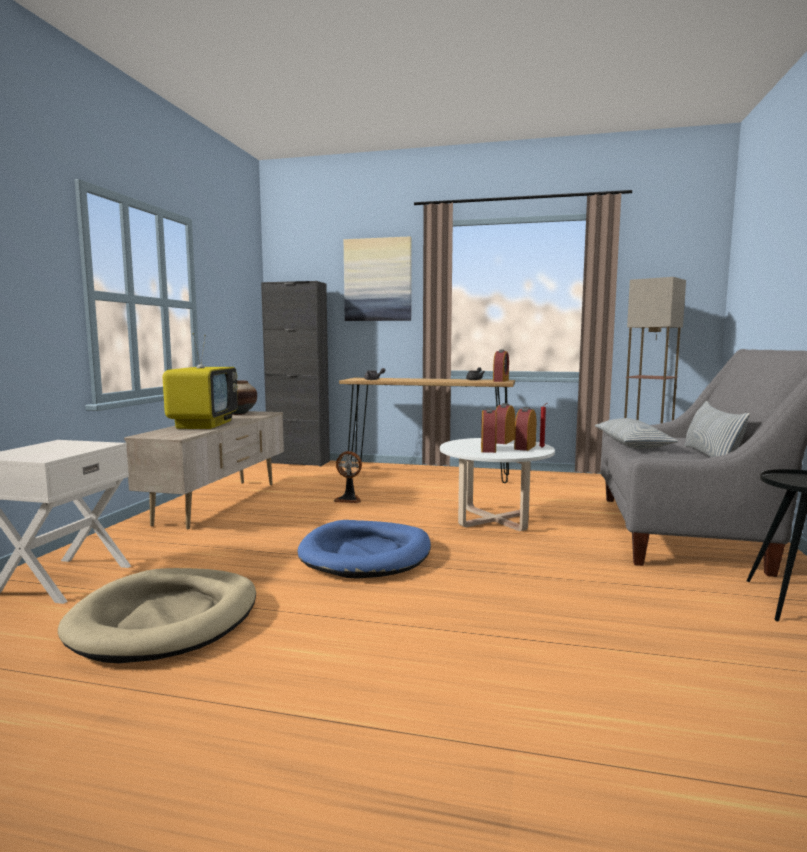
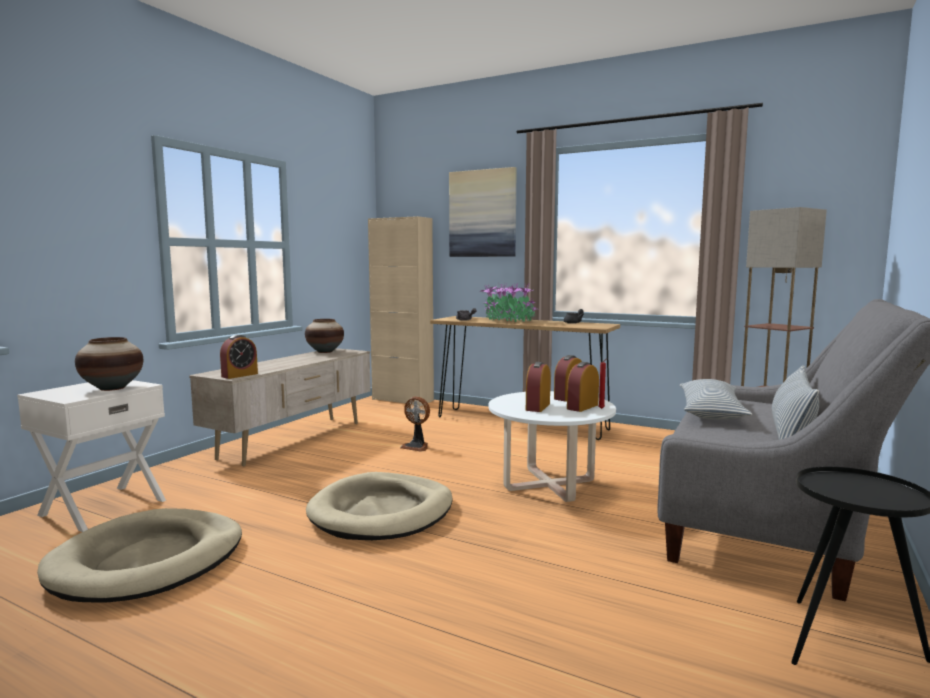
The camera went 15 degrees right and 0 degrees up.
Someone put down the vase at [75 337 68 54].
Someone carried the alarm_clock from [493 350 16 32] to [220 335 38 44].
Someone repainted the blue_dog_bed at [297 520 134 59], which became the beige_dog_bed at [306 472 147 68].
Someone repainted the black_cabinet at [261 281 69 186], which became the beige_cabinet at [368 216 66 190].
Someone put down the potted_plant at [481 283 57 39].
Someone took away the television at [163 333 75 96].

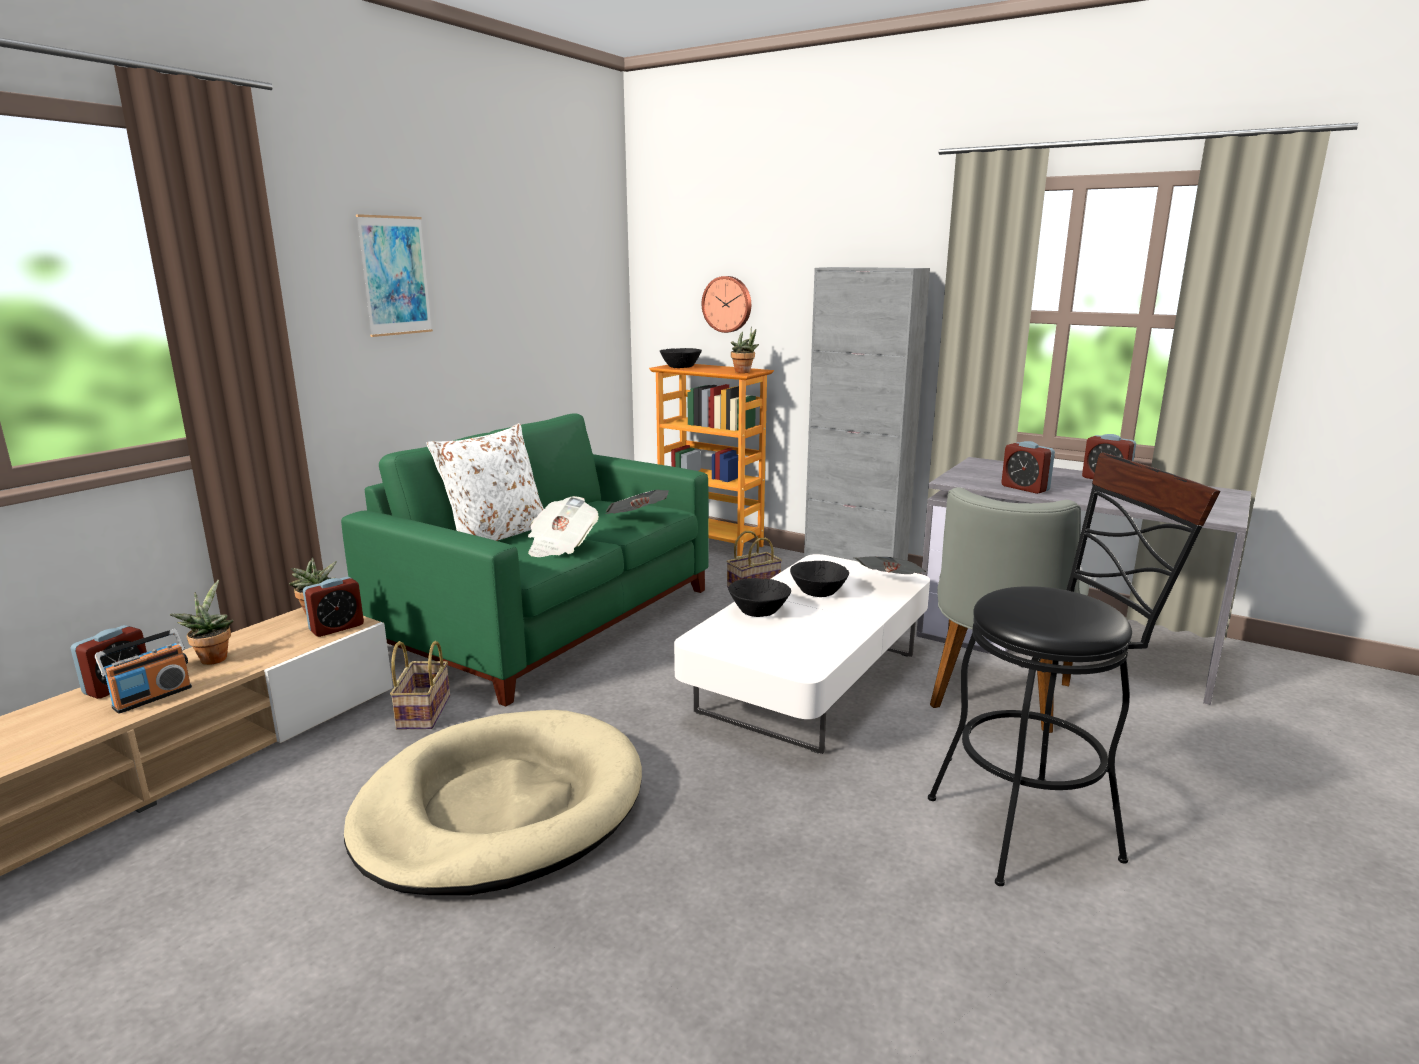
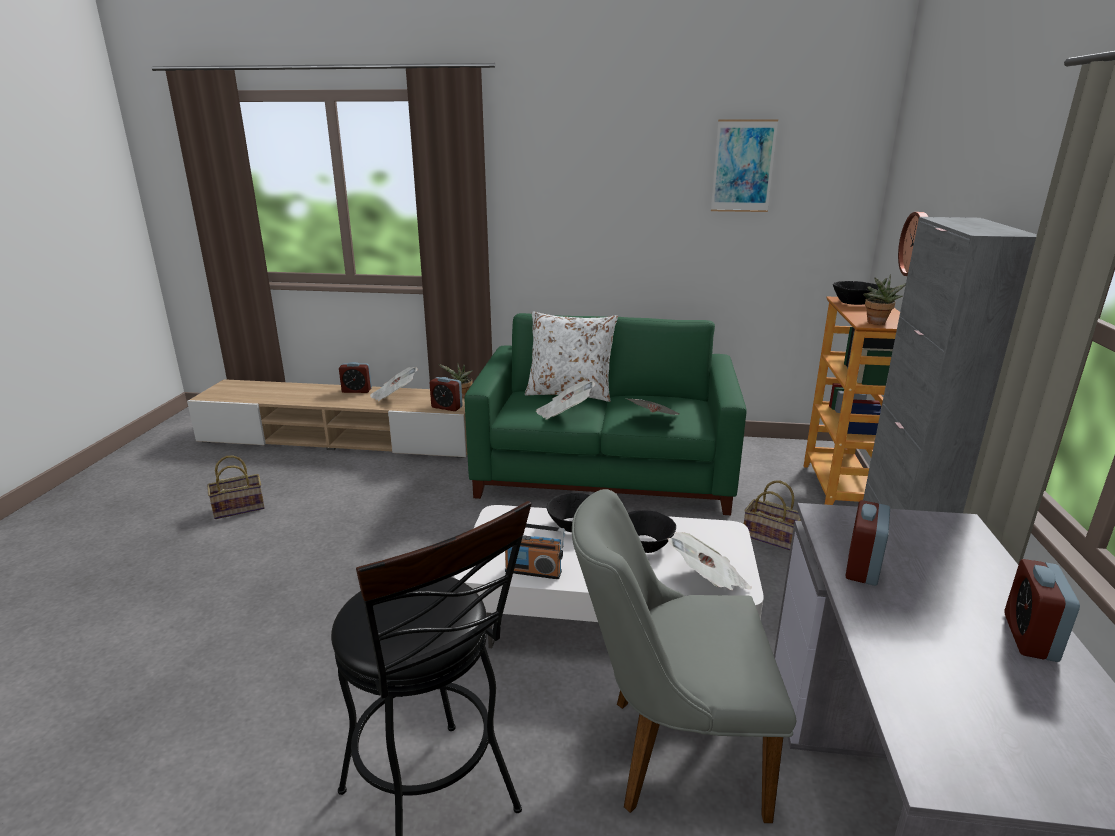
The camera went 65 degrees right and 5 degrees up.
Someone carried the basket from [390 641 60 89] to [207 455 58 64].
Someone swapped the potted_plant at [169 580 64 85] for the newspaper at [370 367 48 34].
Someone carried the radio from [95 629 97 85] to [505 524 60 55].
Someone carried the picture from [356 214 77 123] to [711 120 67 92].
Someone took away the beige_dog_bed at [344 710 298 185].

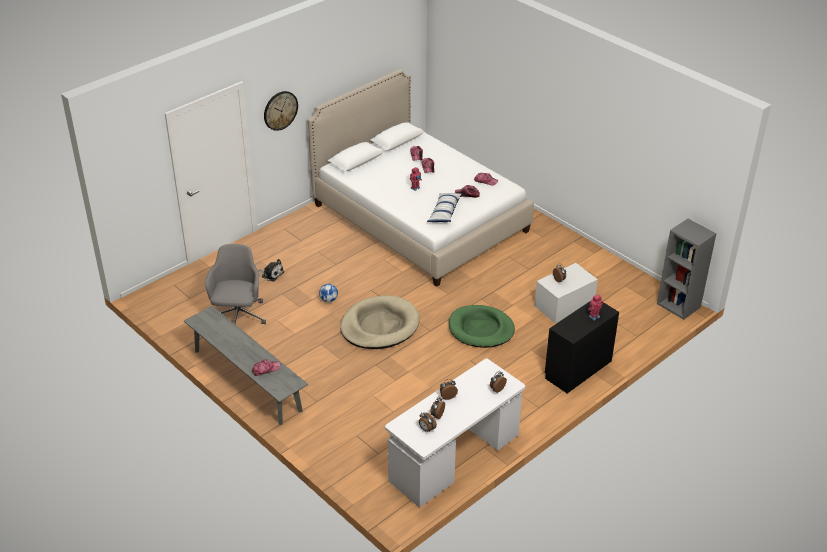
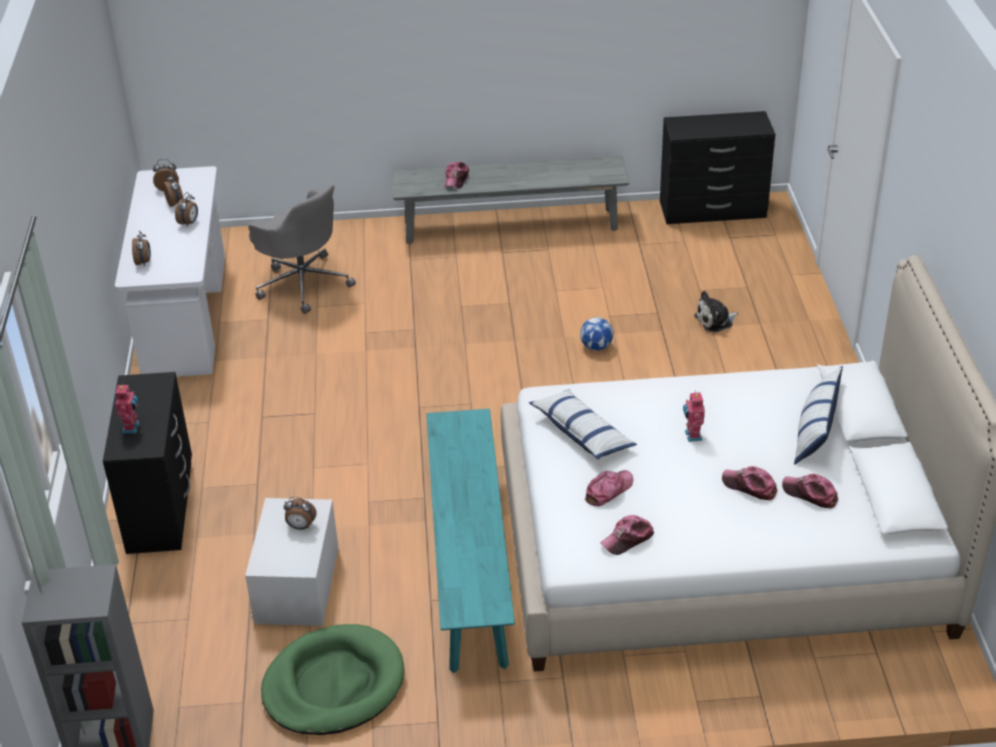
The camera went 130 degrees right and 0 degrees up.
Someone carried the grey_office_chair from [205 244 61 80] to [248 185 108 129].
Someone carried the green_dog_bed from [449 305 66 43] to [261 624 144 111].
Someone put down the turquoise_bench at [426 409 89 264].
Someone put down the black_dresser at [660 111 115 113].
Someone put down the pillow at [794 366 49 99].
Someone took away the wall_clock at [264 91 34 40].
Someone took away the beige_dog_bed at [340 295 80 54].

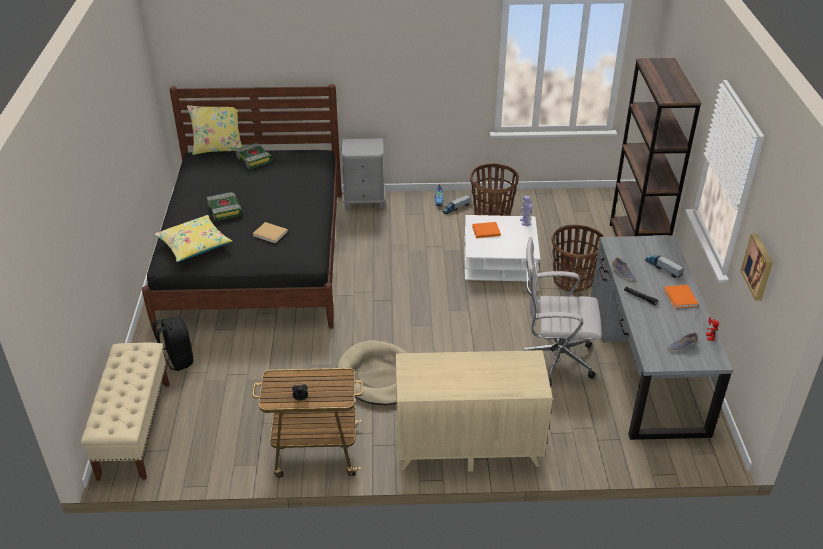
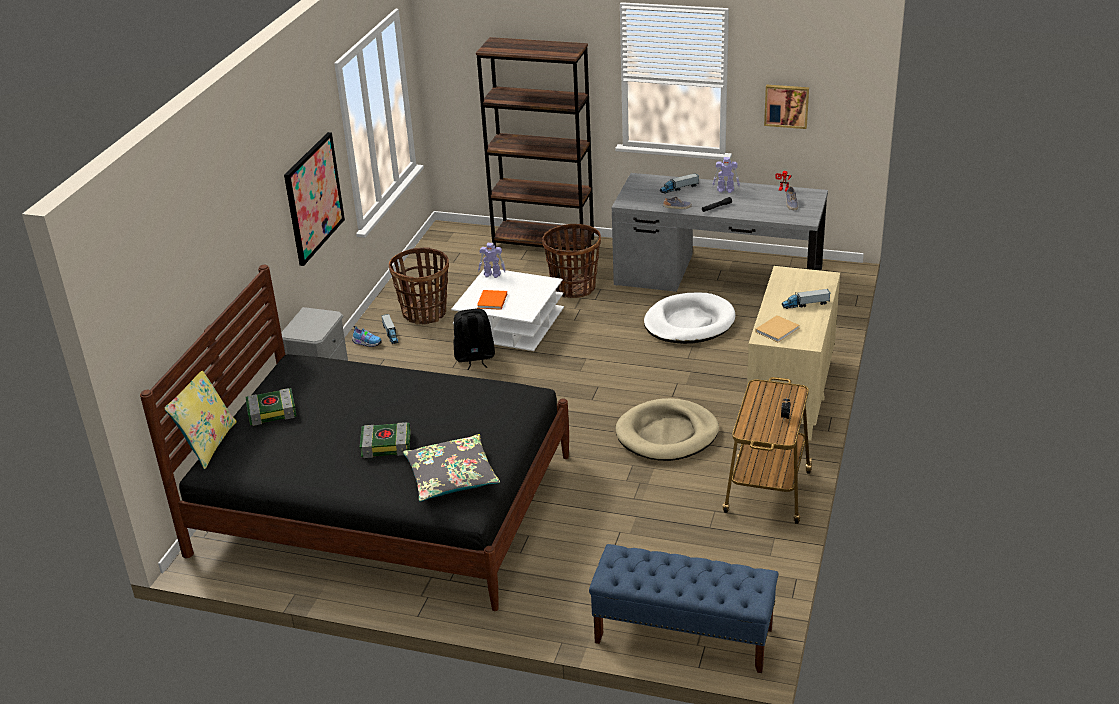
The camera went 70 degrees left and 5 degrees down.
Someone put up the picture at [284 132 61 134].
Someone repainted the yellow_pillow at [154 215 78 47], which became the grey_pillow at [403 434 97 68].
Someone carried the black_backpack from [153 317 40 54] to [454 308 41 62].
Someone repainted the beige_bench at [81 343 88 138], which became the blue_bench at [589 544 189 129].
Someone swapped the white_office_chair at [523 237 79 149] for the white_dog_bed at [644 293 92 51].
Someone swapped the orange_book at [664 285 34 23] for the toy_robot at [712 157 28 36].
Someone carried the beige_book from [253 222 35 21] to [755 315 45 27].
Someone put down the toy_truck at [782 289 48 20].

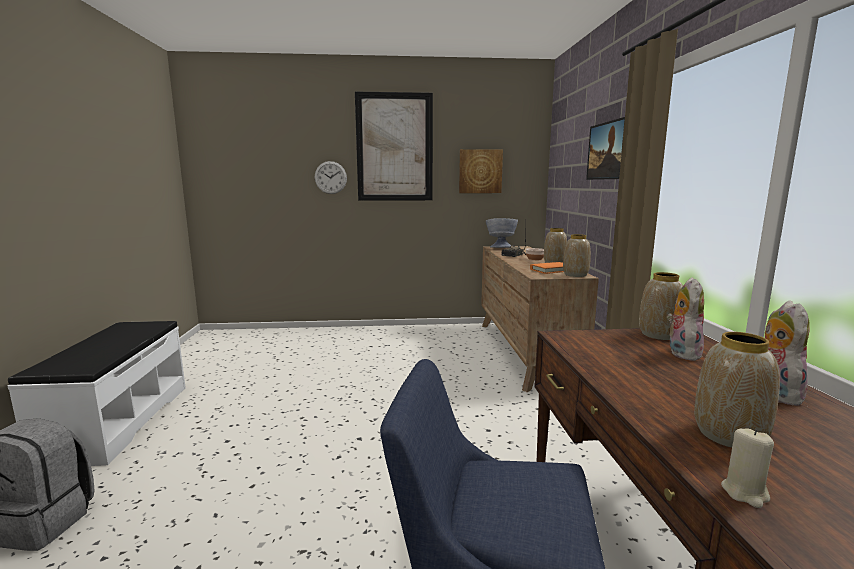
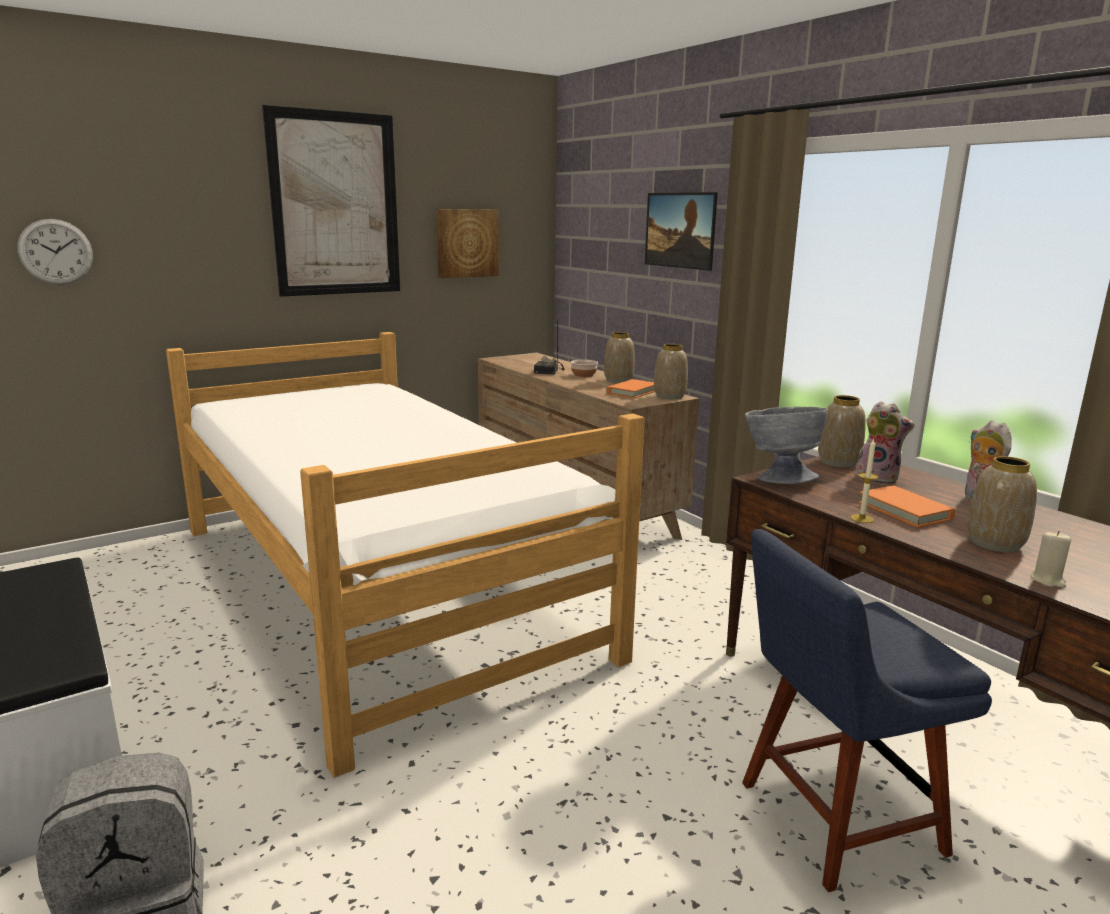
The camera went 30 degrees left and 5 degrees up.
Someone carried the wall_clock from [315 161 32 33] to [18 219 75 66].
Someone put down the bed at [166 332 479 446].
Someone carried the grey_bowl from [486 218 32 30] to [745 407 83 77].
Someone put down the candle at [850 439 29 84].
Someone rotated the plush_toy at [667 277 37 84] by 135 degrees clockwise.
Someone put down the orange_book at [858 486 97 42].

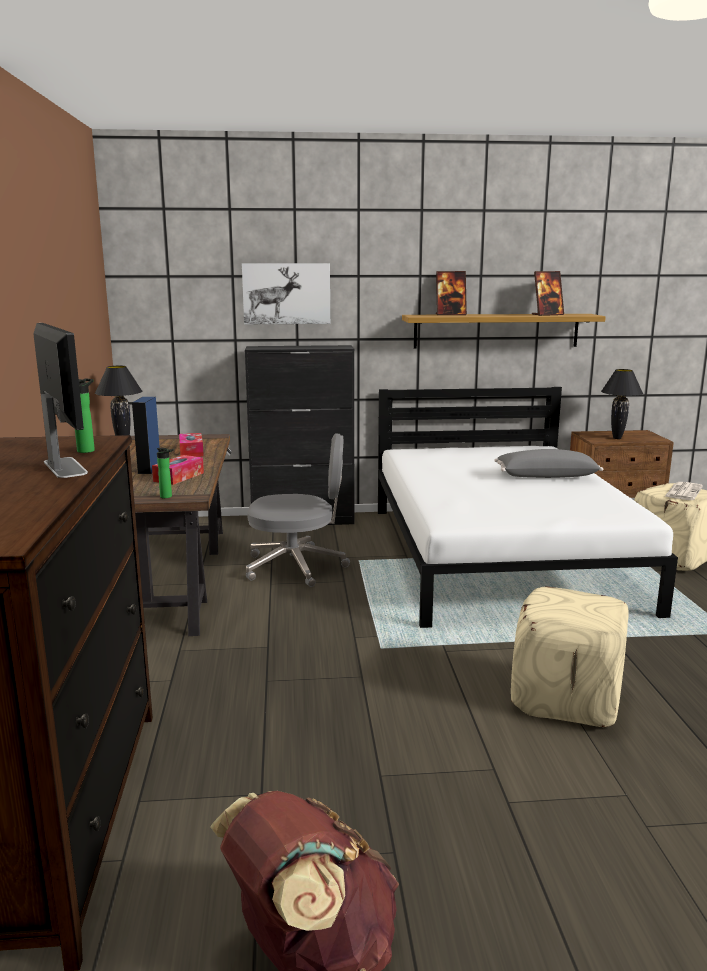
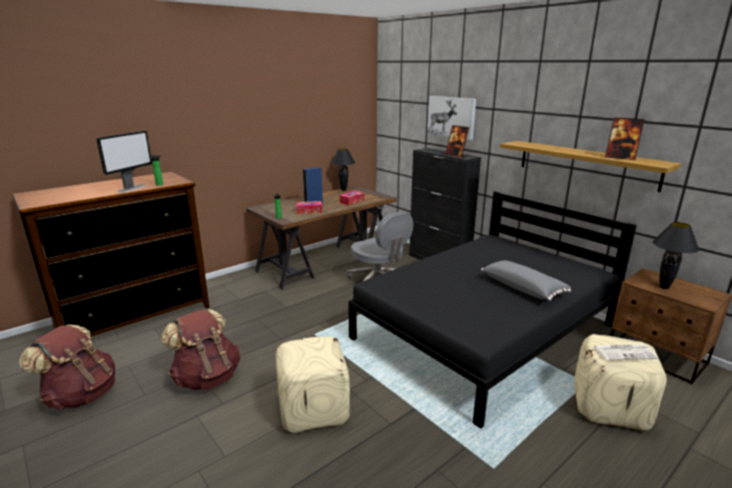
The camera went 55 degrees right and 5 degrees up.
Someone put down the brown_backpack at [161 309 79 81].
Someone repainted the white_bed at [378 387 300 241], which became the black_bed at [348 192 289 237].
Someone carried the picture_frame from [436 271 31 44] to [445 125 24 33].

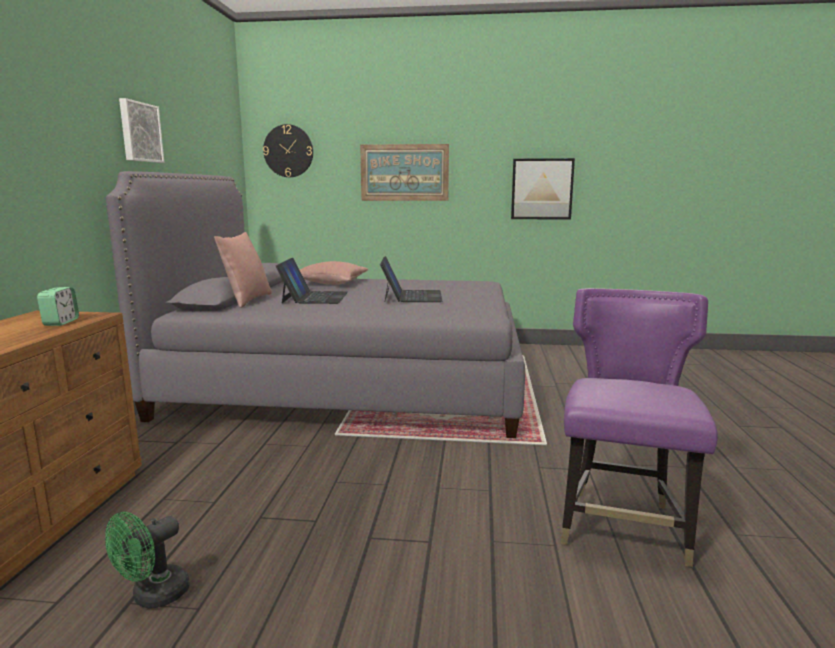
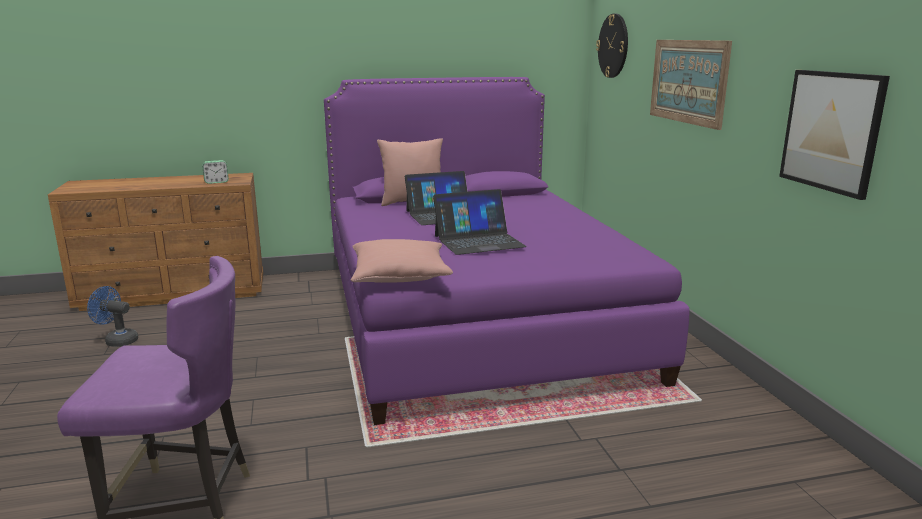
The camera went 70 degrees right and 5 degrees up.
Someone repainted the green_fan at [105 512 85 97], which became the blue_fan at [87 286 51 61].
Someone repainted the grey_bed at [106 171 419 267], which became the purple_bed at [324 77 365 348].
Someone carried the pink_pillow from [299 261 69 24] to [351 239 102 44].
Someone took away the picture at [119 98 45 65].

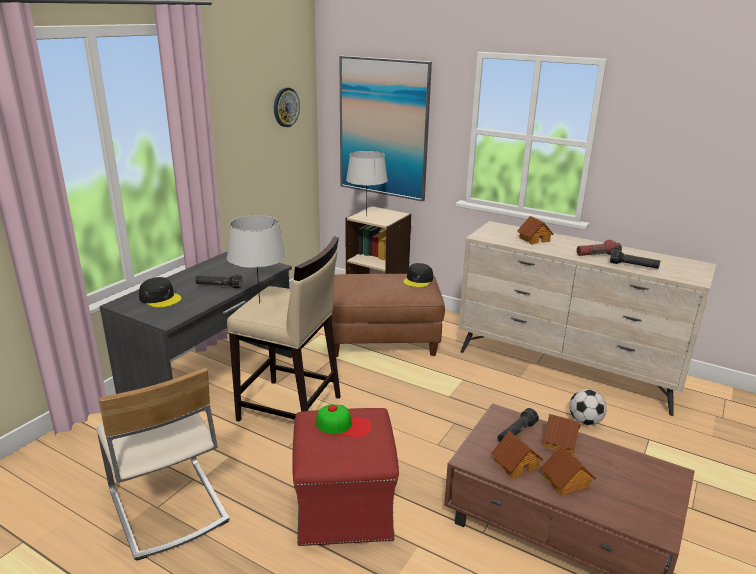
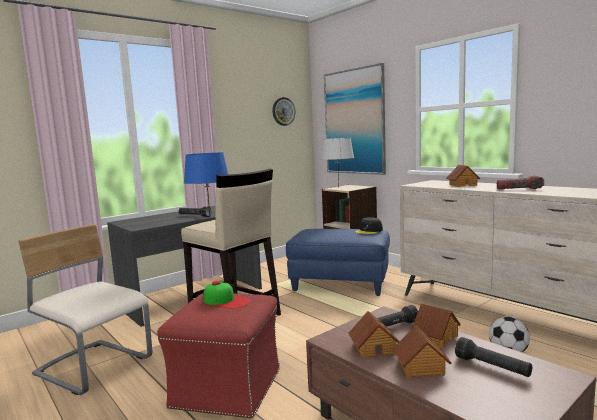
The camera went 20 degrees right and 15 degrees down.
Someone rotated the beige_chair at [96 368 134 193] by 135 degrees clockwise.
Someone repainted the grey_table_lamp at [227 215 59 89], which became the blue_table_lamp at [184 152 44 69].
Someone repainted the brown_ottoman at [331 274 114 83], which became the blue_ottoman at [286 229 104 67].
Someone carried the black_flashlight from [610 249 50 20] to [455 337 77 40].
Someone took away the black_cap at [139 277 42 31].

